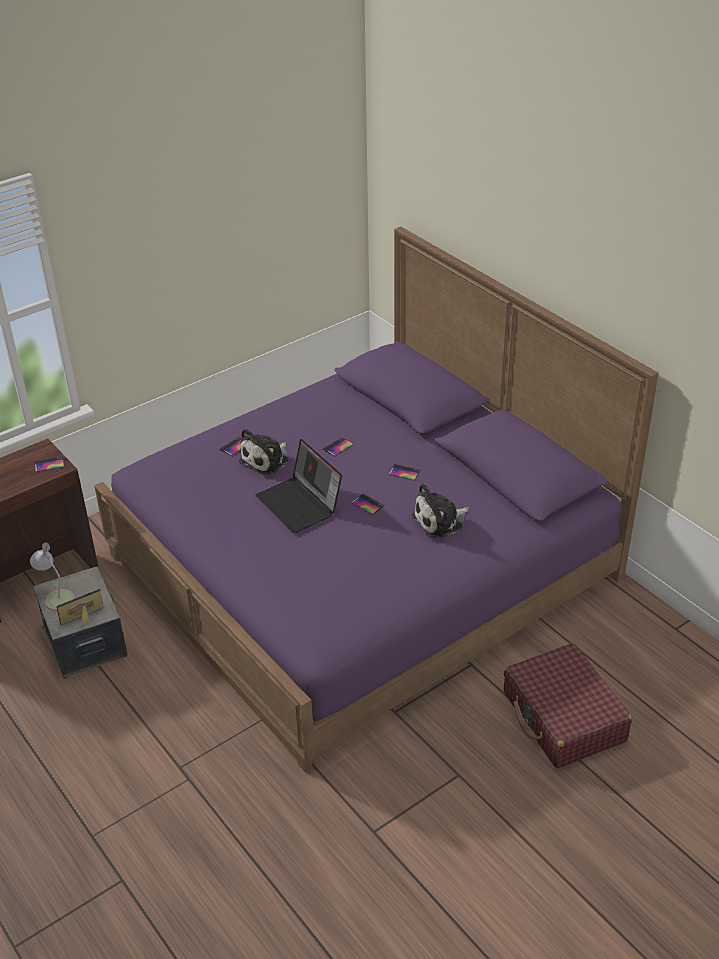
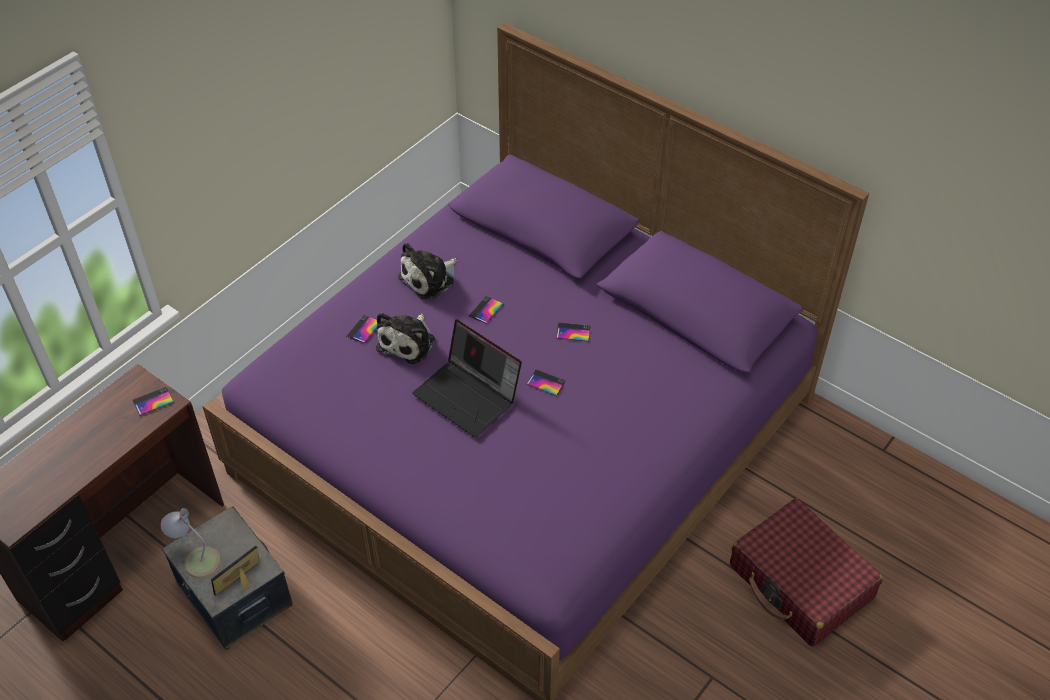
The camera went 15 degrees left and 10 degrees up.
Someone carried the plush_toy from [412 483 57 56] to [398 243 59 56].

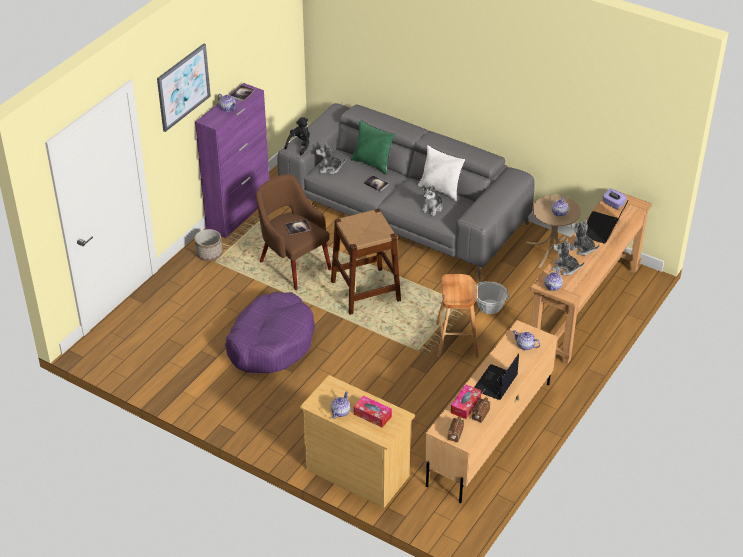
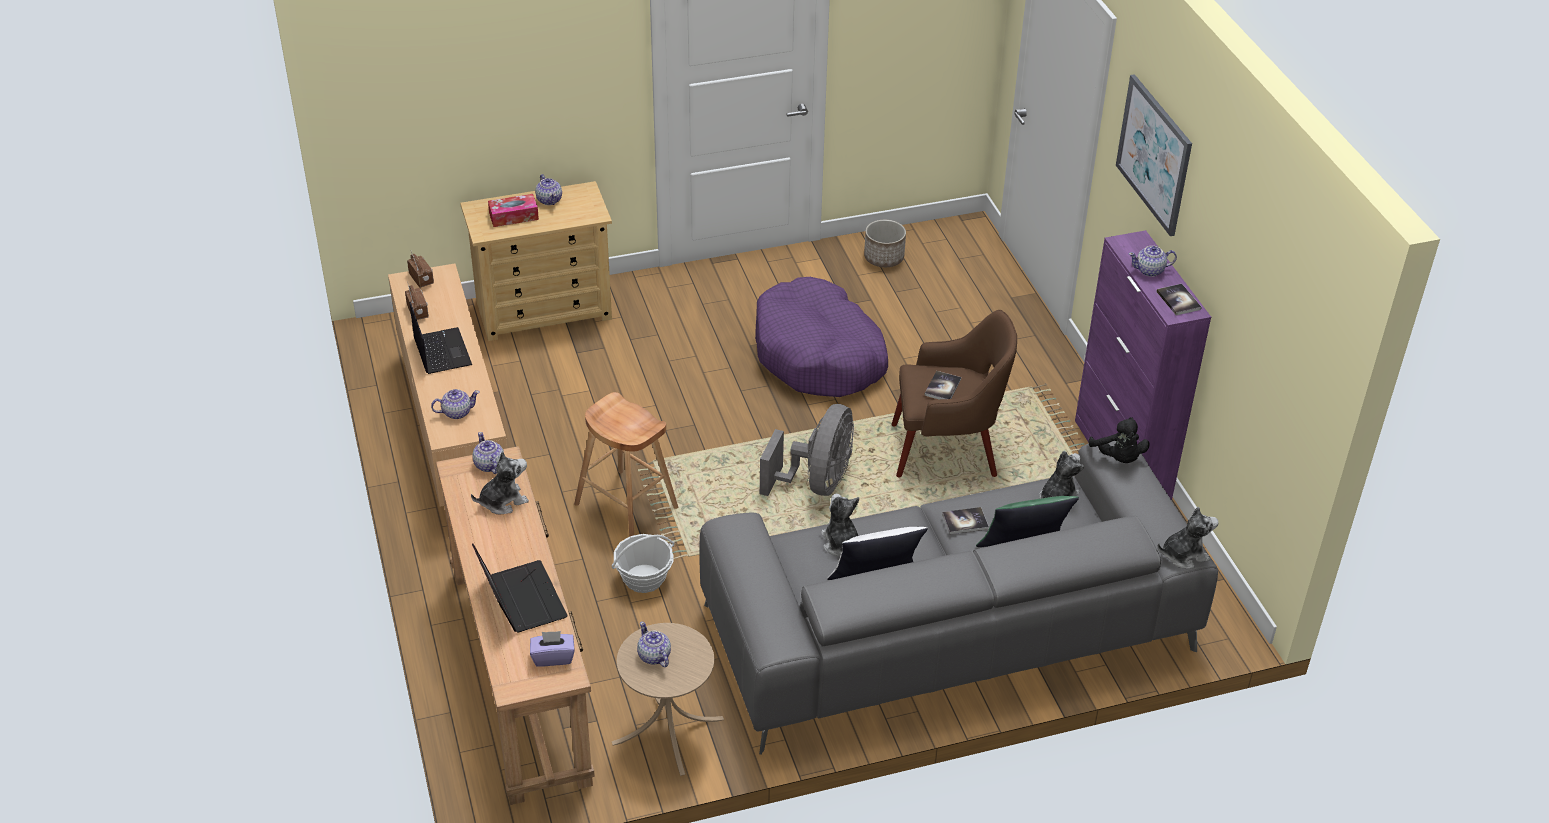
The camera went 130 degrees right and 0 degrees up.
Someone swapped the brown_stool at [331 209 70 106] for the grey_fan at [760 404 94 92].
Someone carried the planter from [194 229 28 32] to [864 220 42 47].
Someone carried the plush_toy from [570 219 30 37] to [1157 507 62 61].
Someone took away the tissue_box at [451 385 30 34].

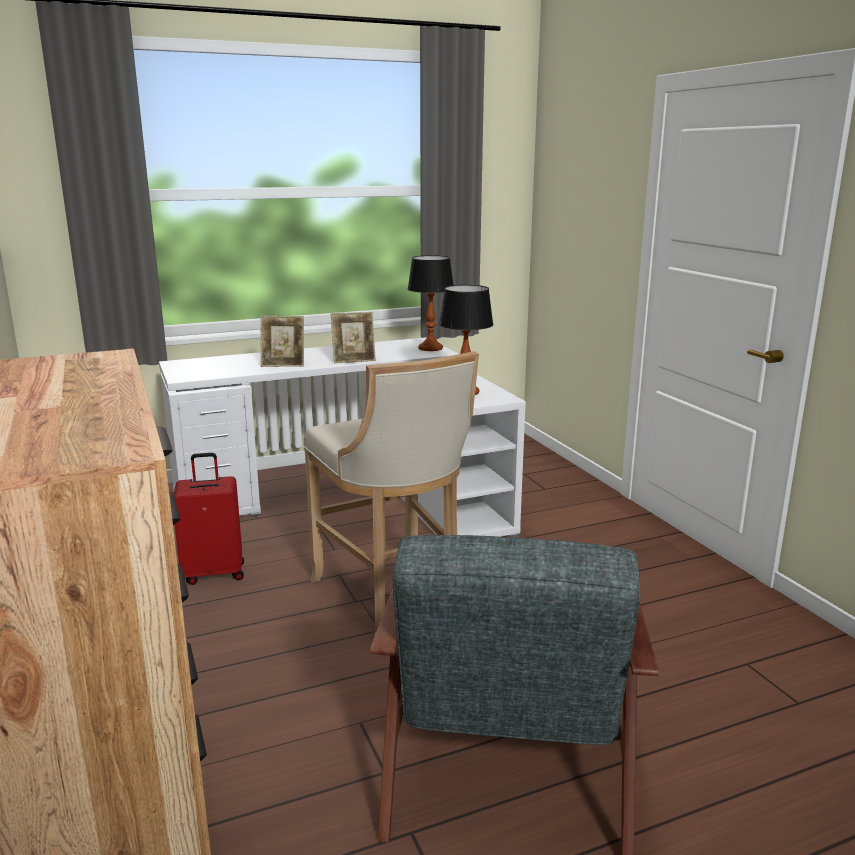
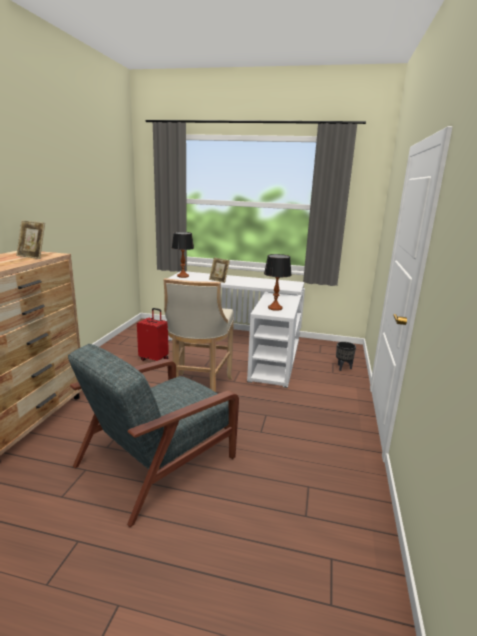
The camera went 35 degrees right and 0 degrees up.
Someone carried the picture_frame from [331 312 45 51] to [16 220 29 39].
Someone carried the table_lamp from [408 255 45 96] to [172 232 22 46].
Someone put down the black_planter at [336 342 20 29].

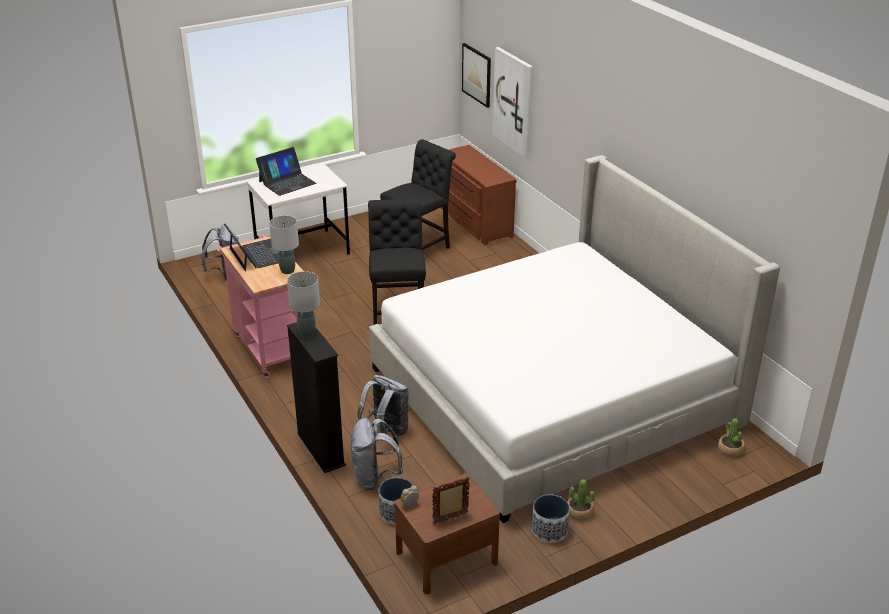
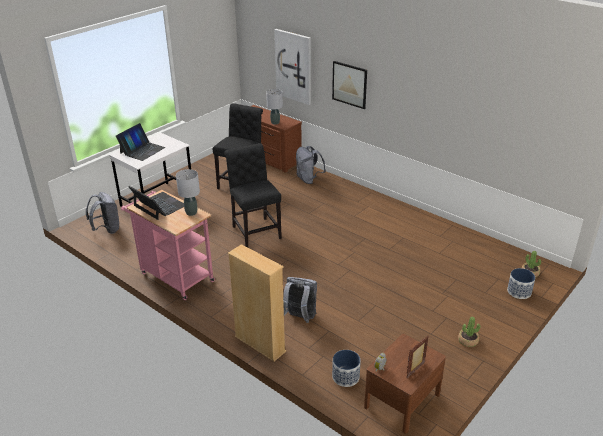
The camera went 20 degrees left and 0 degrees up.
Someone repainted the black_bookcase at [287 322 59 151], which became the beige_bookcase at [228 244 58 117].
Someone carried the grey_table_lamp from [287 271 33 66] to [266 89 17 36].
Someone carried the grey_backpack from [351 418 52 72] to [296 146 30 38].
Someone carried the picture from [462 43 29 65] to [332 61 35 48].
Someone carried the planter from [532 495 38 48] to [507 268 28 31].
Someone took away the bed at [369 155 411 368].

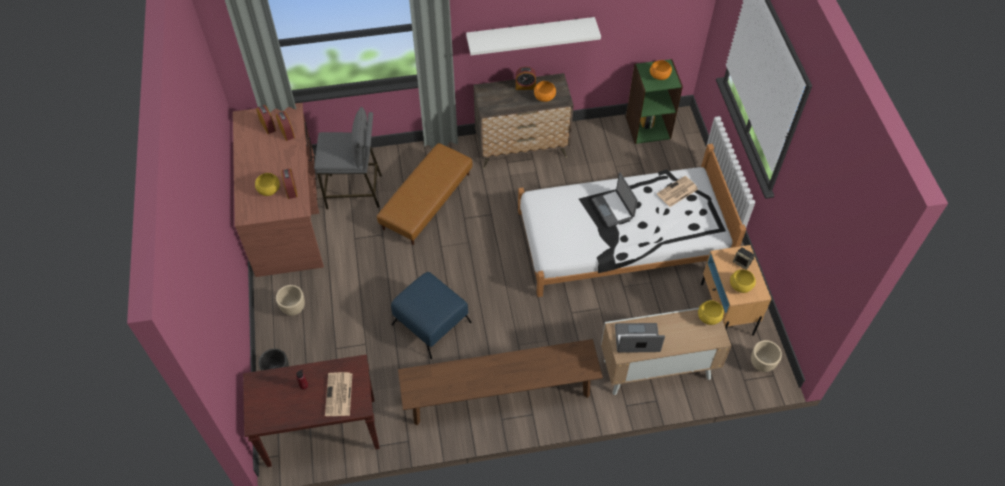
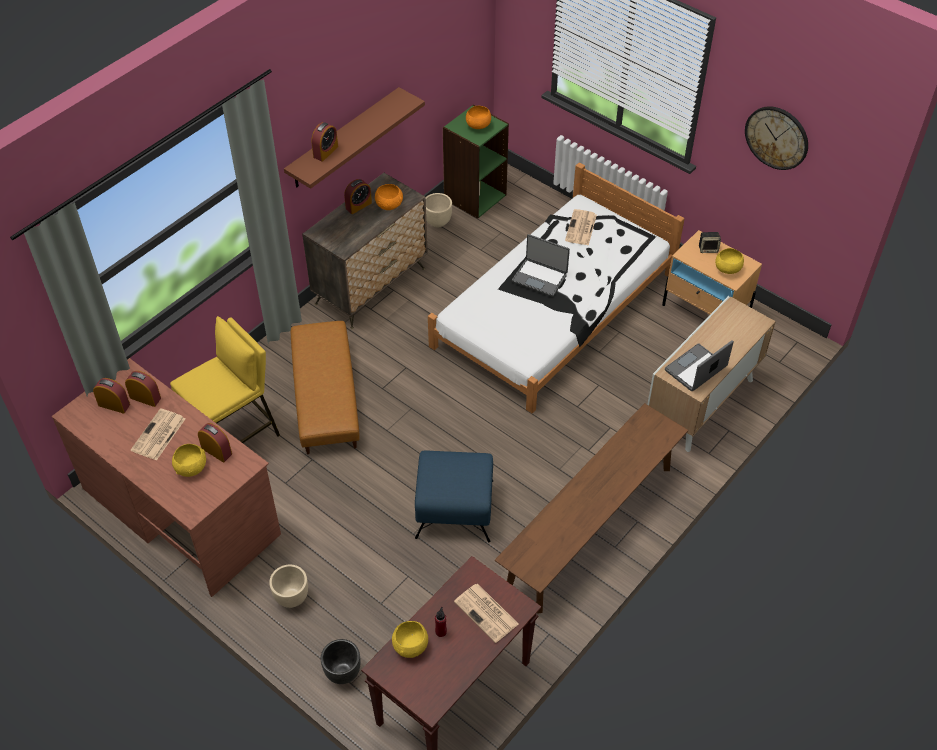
The camera went 40 degrees left and 5 degrees down.
Someone put down the newspaper at [131 408 54 52].
Someone repainted the grey_stool at [314 107 68 102], which became the yellow_stool at [170 316 110 127].
Someone repainted the white_shelf at [466 17 135 38], which became the brown_shelf at [284 87 141 102].
Someone put down the alarm_clock at [311 122 27 40].
Someone carried the yellow_bowl from [698 300 26 25] to [392 621 36 37].
Someone carried the beige_planter from [751 340 31 32] to [426 193 26 34].
Someone put up the wall_clock at [745 106 63 64].

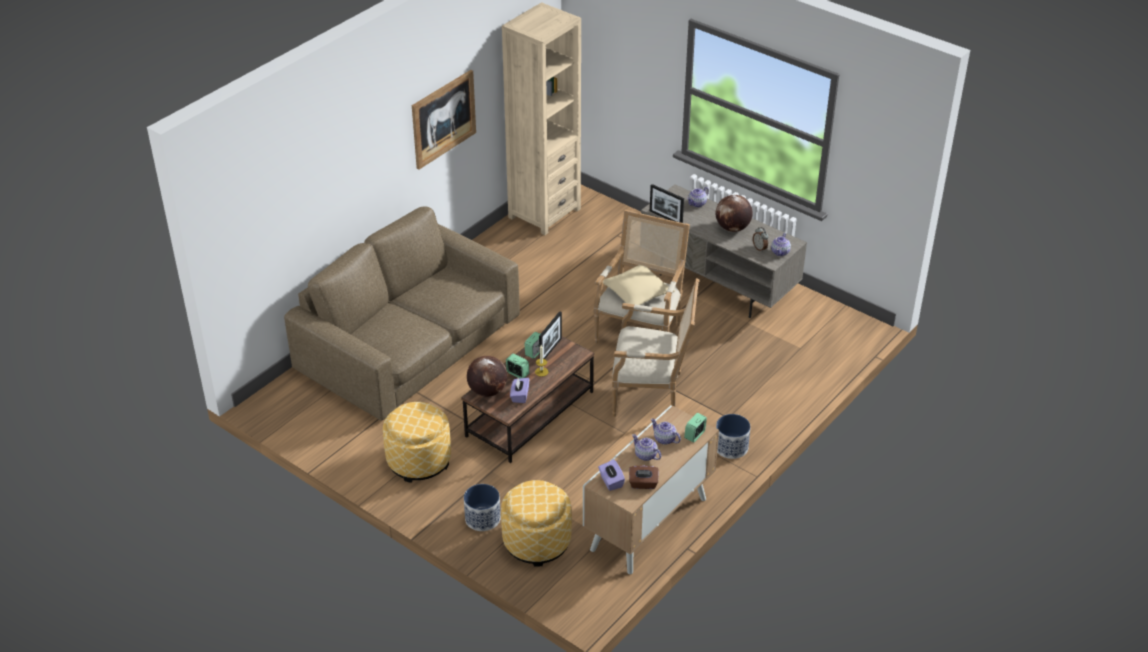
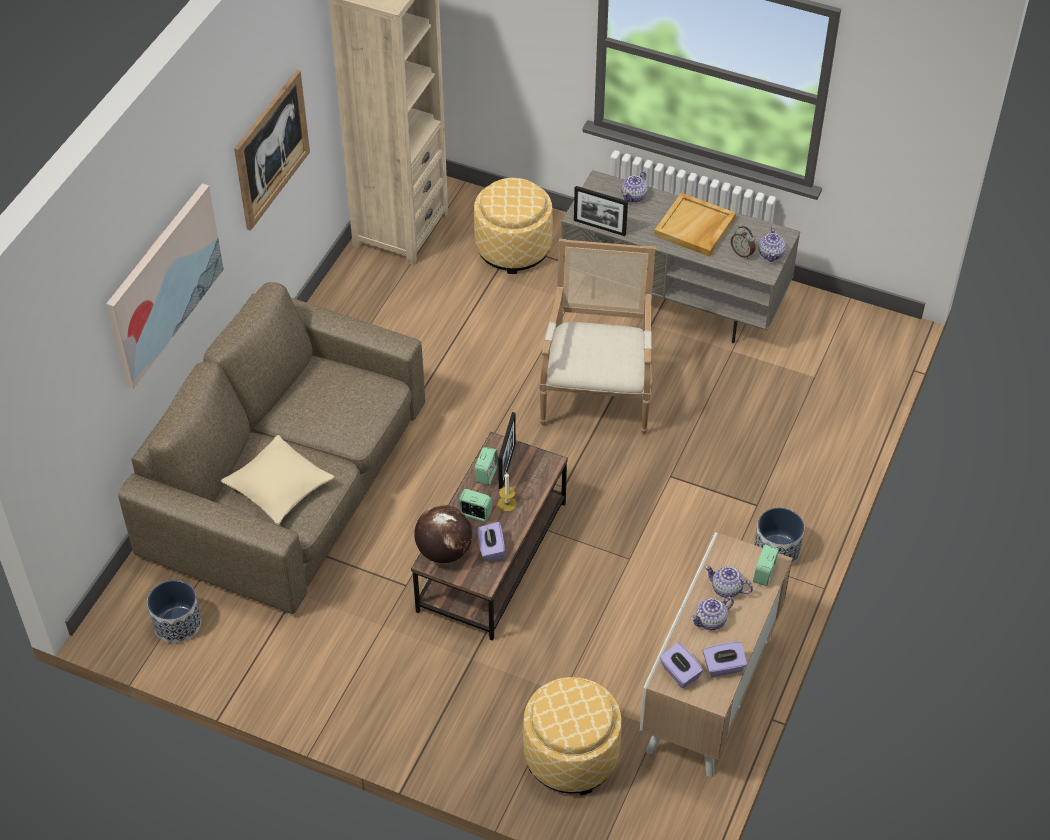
The camera went 15 degrees left and 10 degrees up.
Someone put up the picture at [106 183 118 206].
Someone carried the planter from [464 484 37 47] to [147 580 54 63].
Someone carried the beige_pillow from [603 265 72 40] to [221 435 114 90].
Someone carried the ottoman from [383 402 68 81] to [474 178 79 96].
Someone swapped the globe at [715 195 38 37] for the beige_tray at [654 193 82 64].
Someone rotated the teapot at [632 434 29 27] by 60 degrees counterclockwise.
Someone repainted the brown_tissue_box at [629 466 30 23], which became the purple_tissue_box at [703 642 44 35].
Someone took away the armchair at [612 278 88 139].

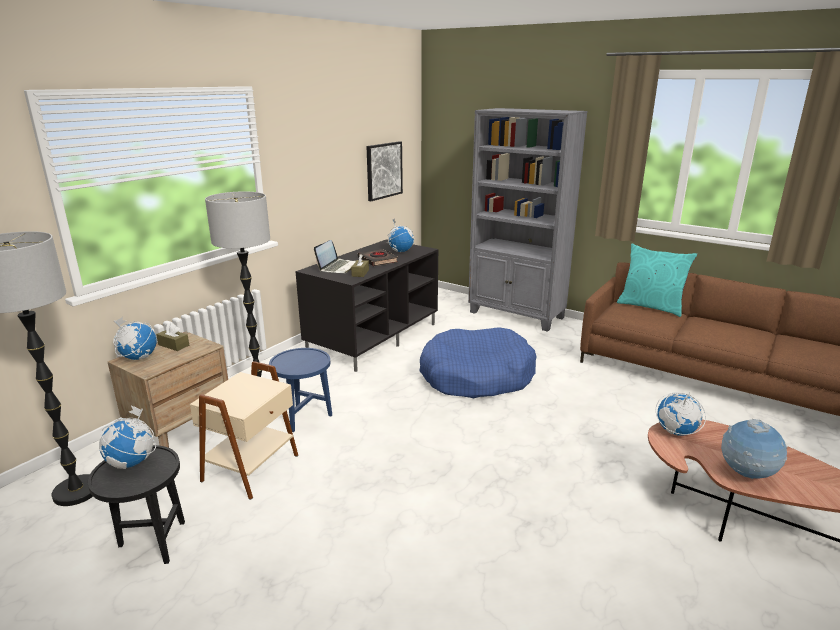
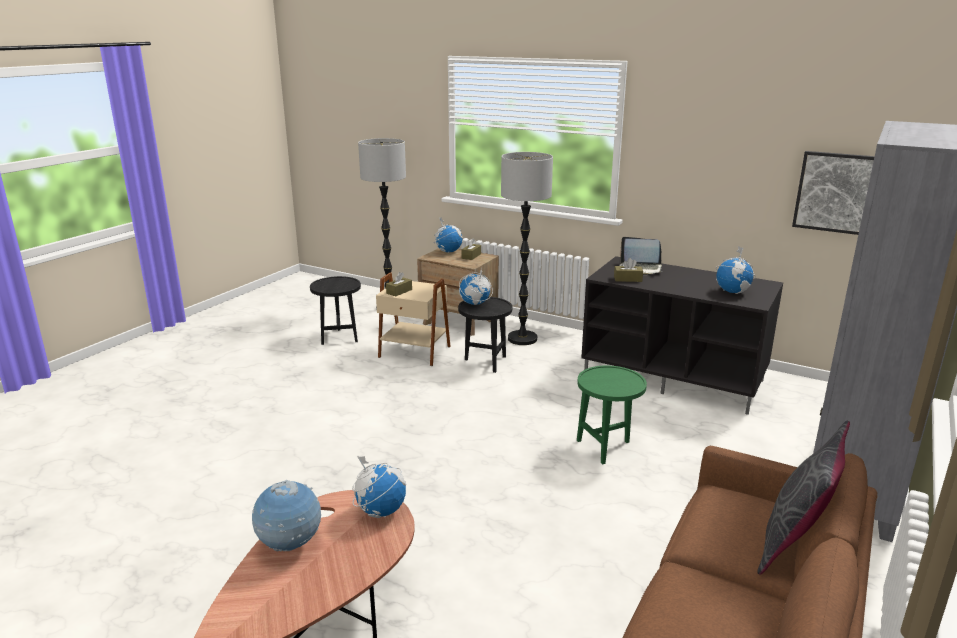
The camera went 85 degrees right and 0 degrees up.
Someone put down the brown_tissue_box at [386 272 26 24].
Someone repainted the blue_side_table at [269 348 63 84], which became the black_side_table at [458 297 54 76].
Someone carried the globe from [99 405 57 64] to [459 268 34 37].
Someone swapped the blue_dog_bed at [419 327 118 71] for the green_side_table at [577 365 70 100].
Someone repainted the turquoise_pillow at [617 244 80 73], which became the grey_pillow at [757 420 93 155].
Someone took away the black_book at [358 249 40 17].

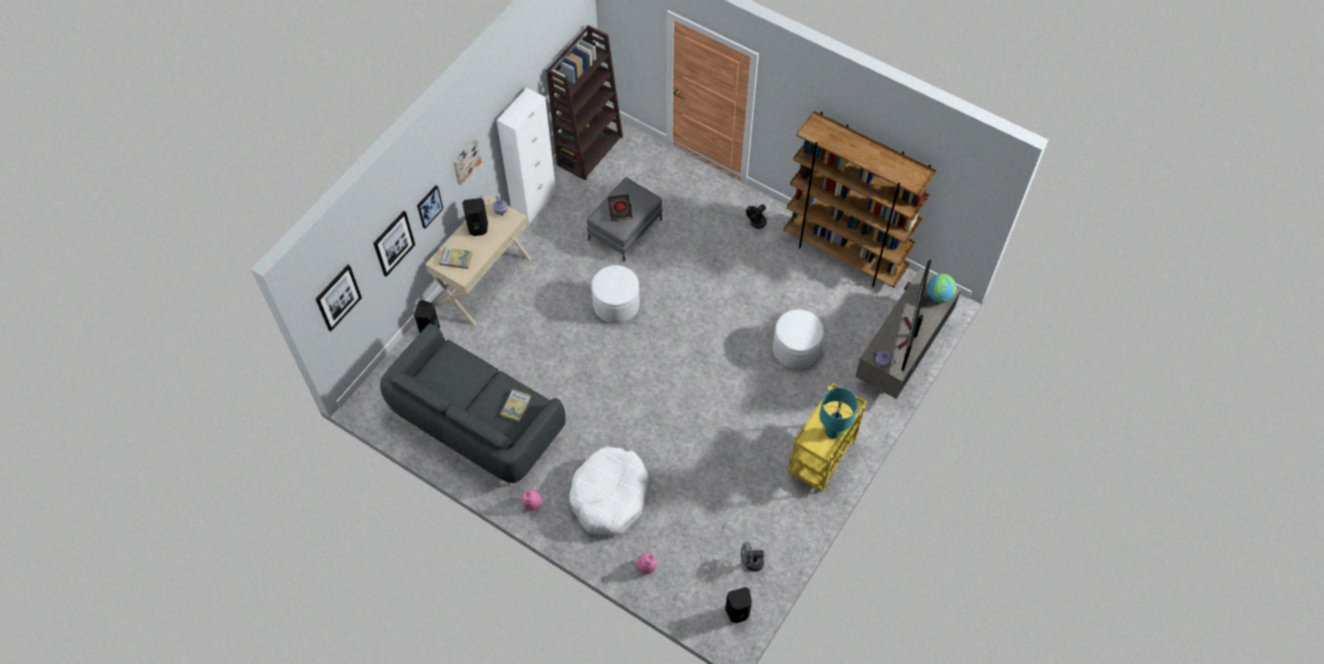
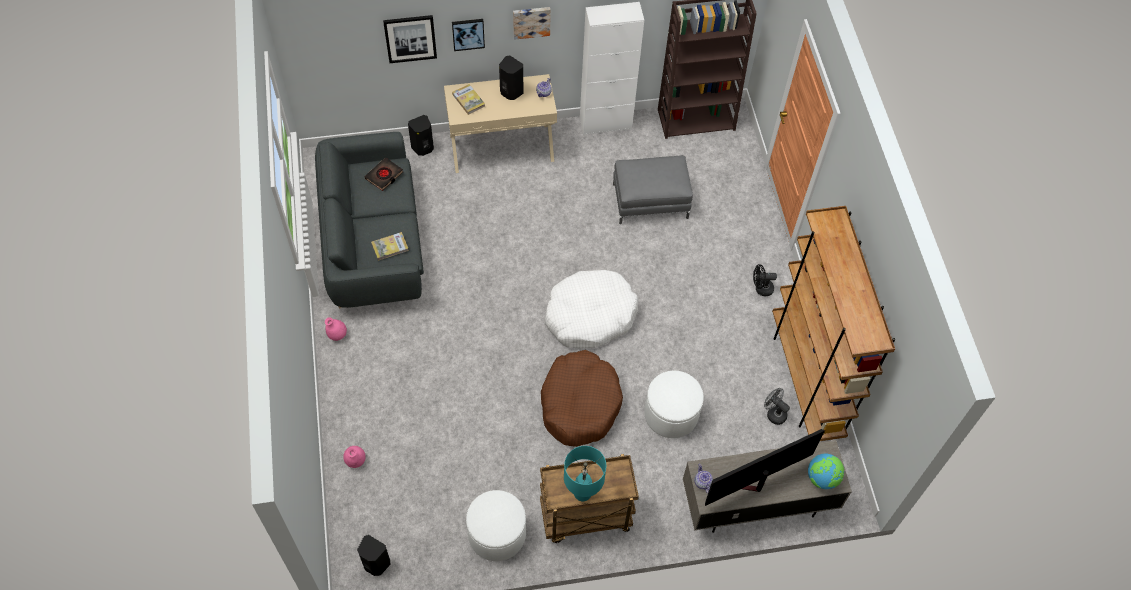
The camera went 45 degrees right and 0 degrees up.
Someone carried the black_book from [607 194 26 27] to [364 157 39 34].
Someone carried the white_ottoman from [591 265 48 59] to [466 490 60 71].
Someone repainted the yellow_cart at [788 383 79 108], which became the brown_cart at [540 454 99 89].
Someone put down the brown_dog_bed at [541 350 82 97].
Someone carried the white_dog_bed from [569 447 80 89] to [545 270 94 78].
Someone carried the grey_fan from [741 542 23 30] to [764 388 26 37].
Someone took away the picture at [316 265 46 66].

